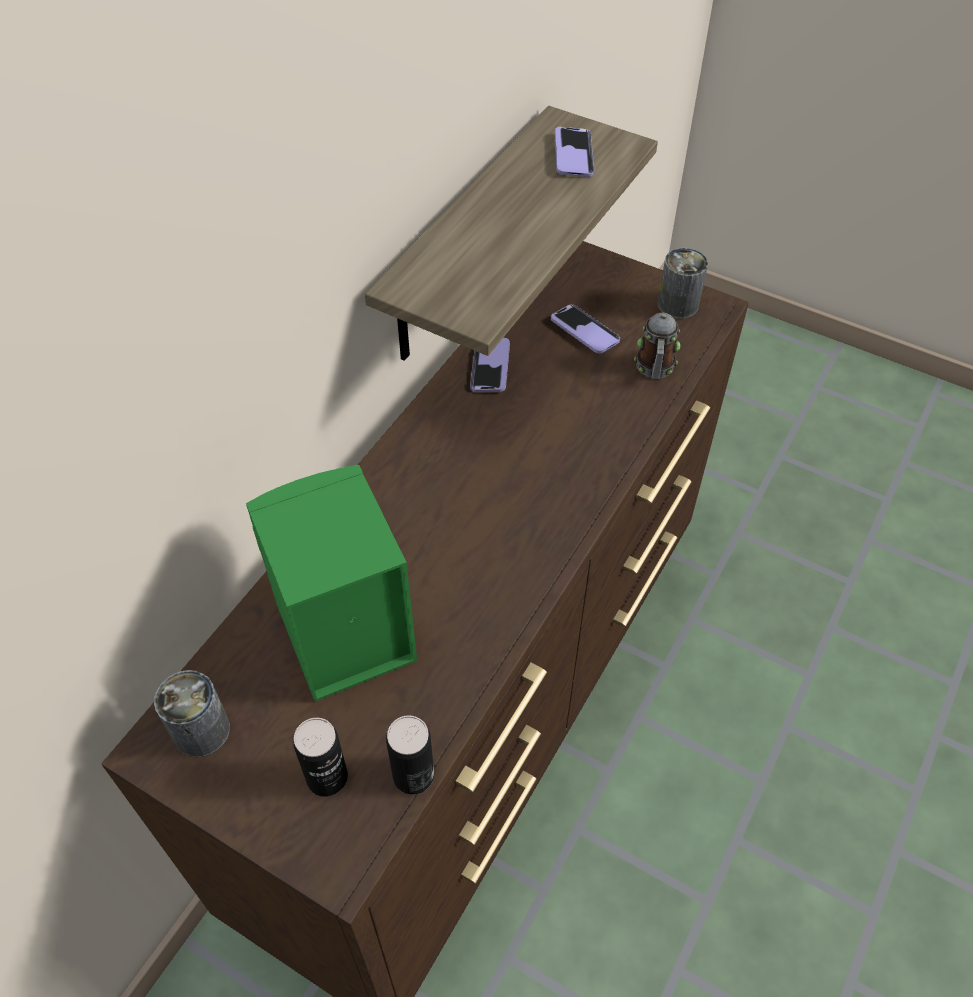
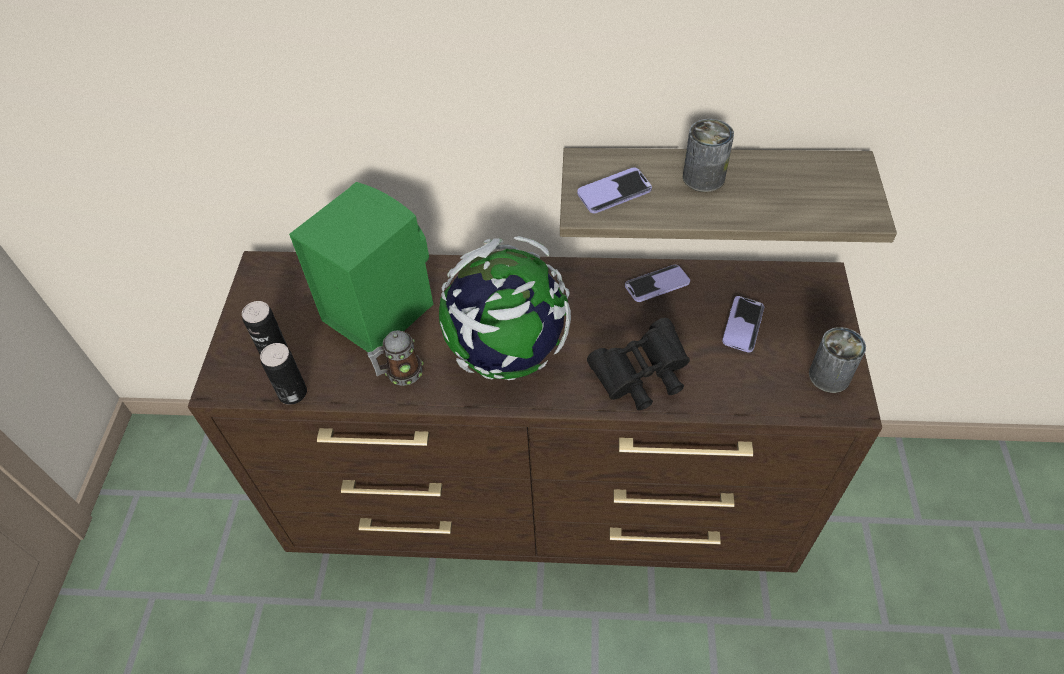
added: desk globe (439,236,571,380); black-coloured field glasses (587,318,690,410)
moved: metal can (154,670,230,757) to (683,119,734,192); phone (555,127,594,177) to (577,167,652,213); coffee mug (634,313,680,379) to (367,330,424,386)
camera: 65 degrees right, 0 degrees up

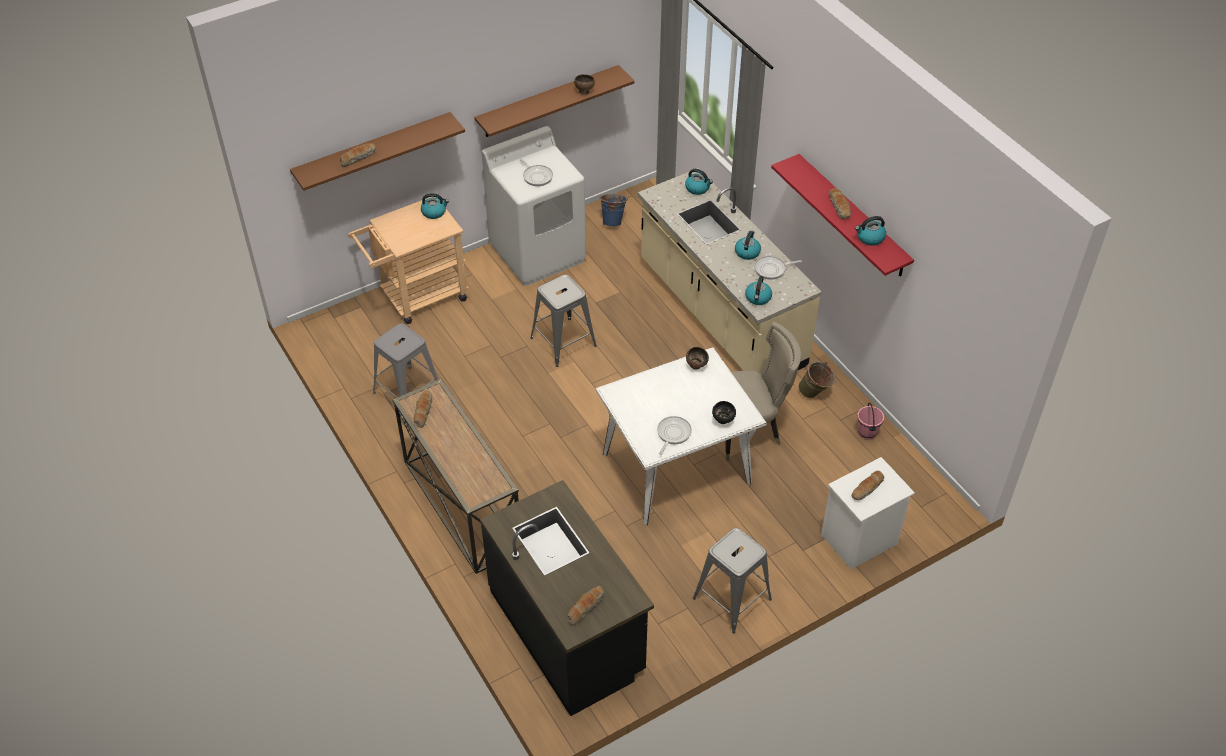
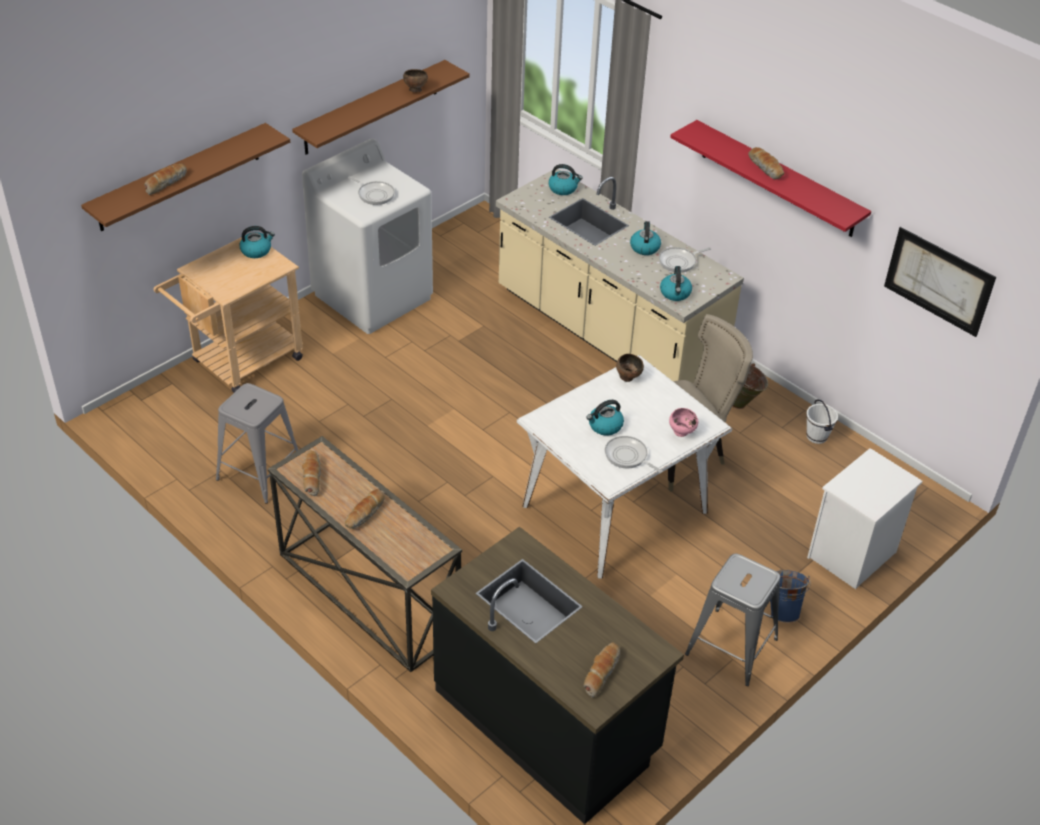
removed: greyish stool seat (530,275,597,367)
added: picture (884,227,996,337)
moved: blue-coloured bucket (599,194,628,227) to (770,570,811,623); bread (852,471,884,500) to (345,489,385,529); kettle (855,216,886,246) to (587,400,624,436)
recoloured: black-coloured bowl (712,401,736,424) to pink bowl (669,408,698,437); pink bucket (857,403,884,439) to white bucket (806,399,838,444)
turned: pan (657,416,692,455) = (605,436,662,473) 60 degrees counterclockwise
camera: 15 degrees left, 5 degrees down

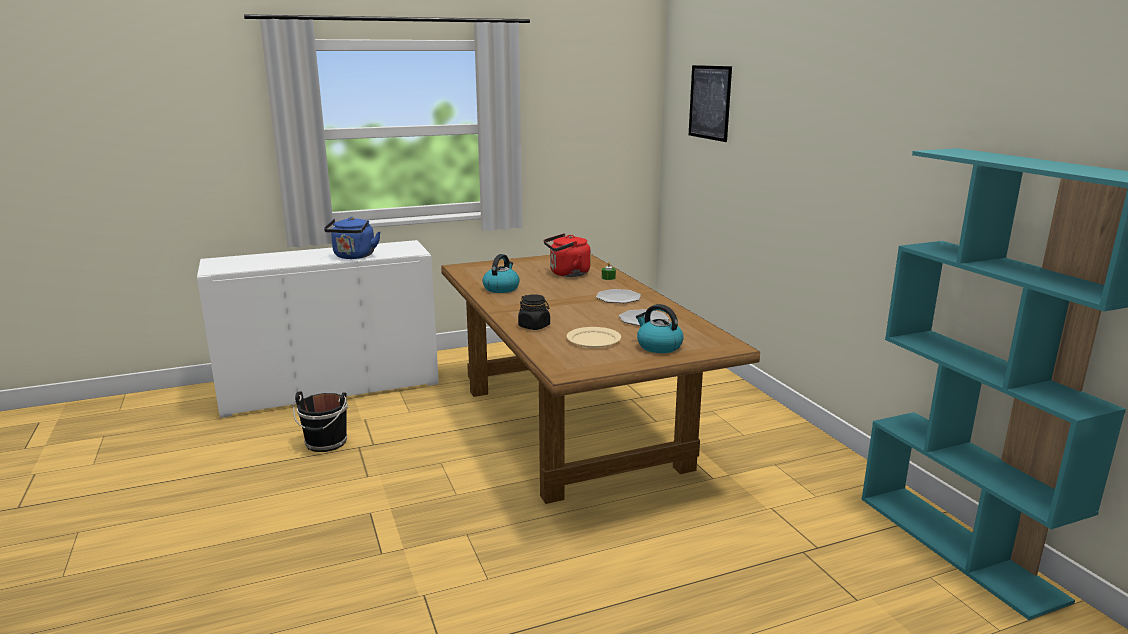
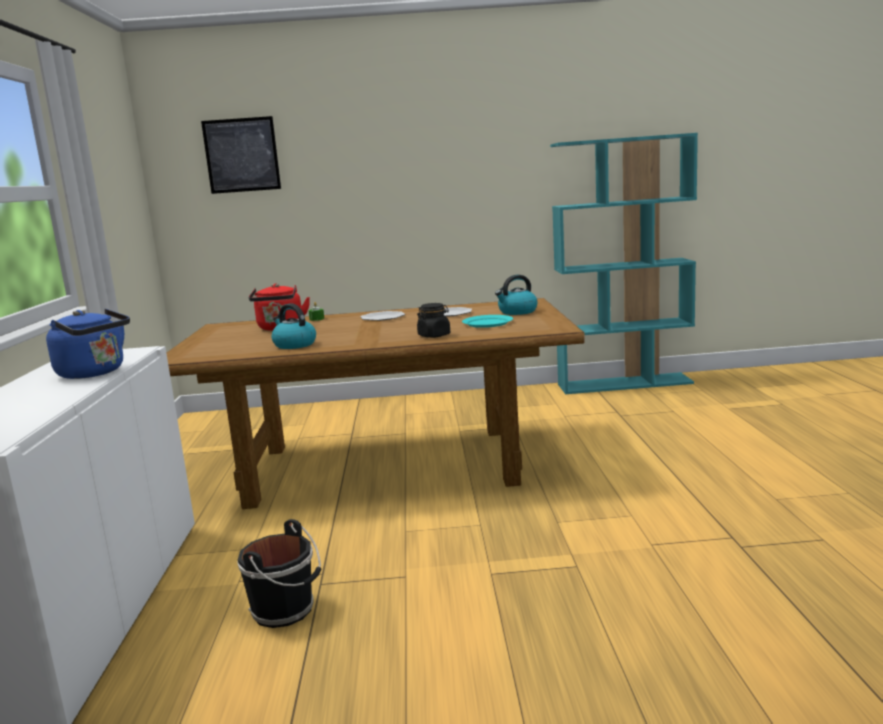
recoloured: sand-coloured dinner plate (566,327,621,348) to blue-green dinner plate (462,315,513,328)
camera: 70 degrees left, 5 degrees down

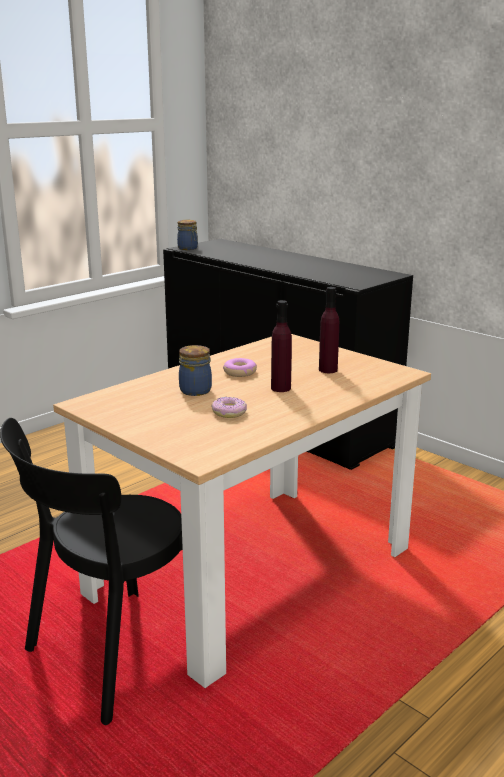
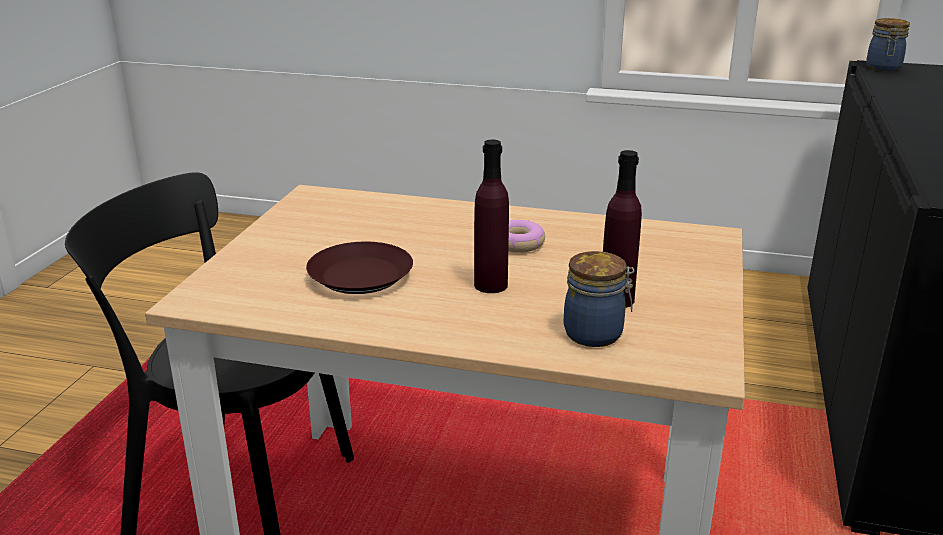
moved: storage jar (179,345,212,396) to (564,251,634,347)
replaced: doughnut (211,397,247,418) to brownish dinner plate (306,242,413,294)
camera: 60 degrees right, 5 degrees up

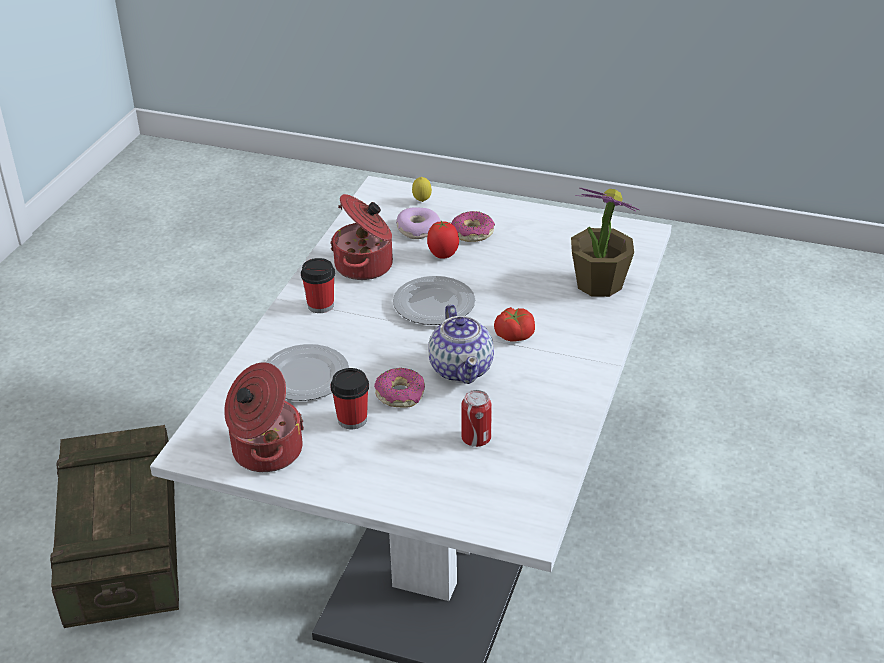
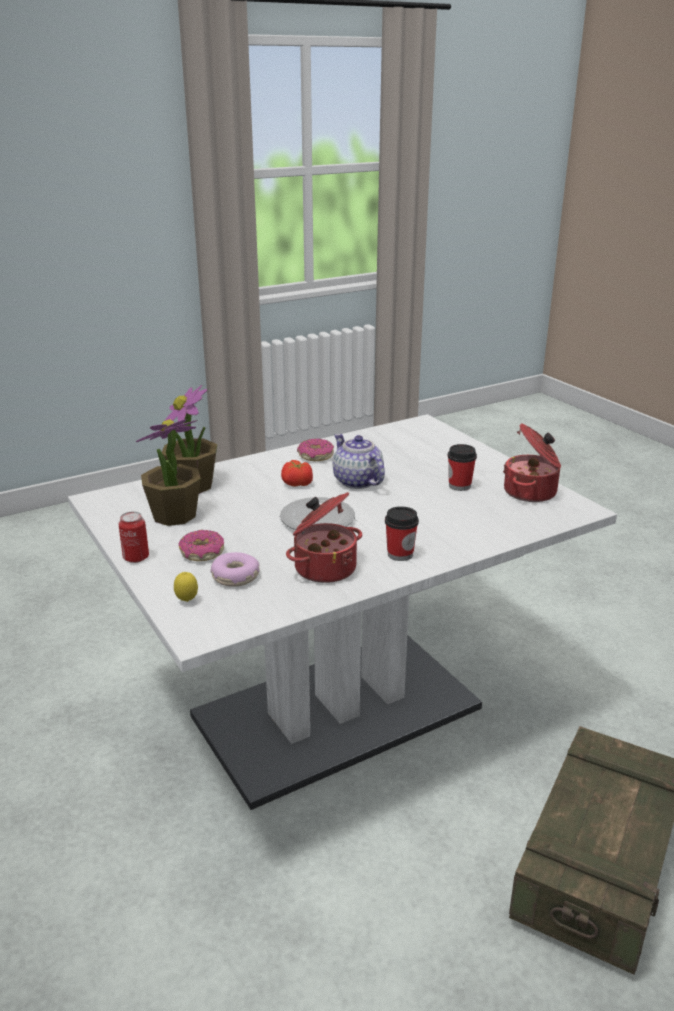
removed: dinner plate (265,344,349,401); tomato (427,221,459,259)
added: potted plant (136,419,201,526)
moved: doughnut (374,368,425,408) to (297,439,334,461); metal can (461,390,491,447) to (119,512,149,563)
turned: teapot (428,304,494,384) = (333,434,385,489) 60 degrees counterclockwise
camera: 140 degrees left, 10 degrees down

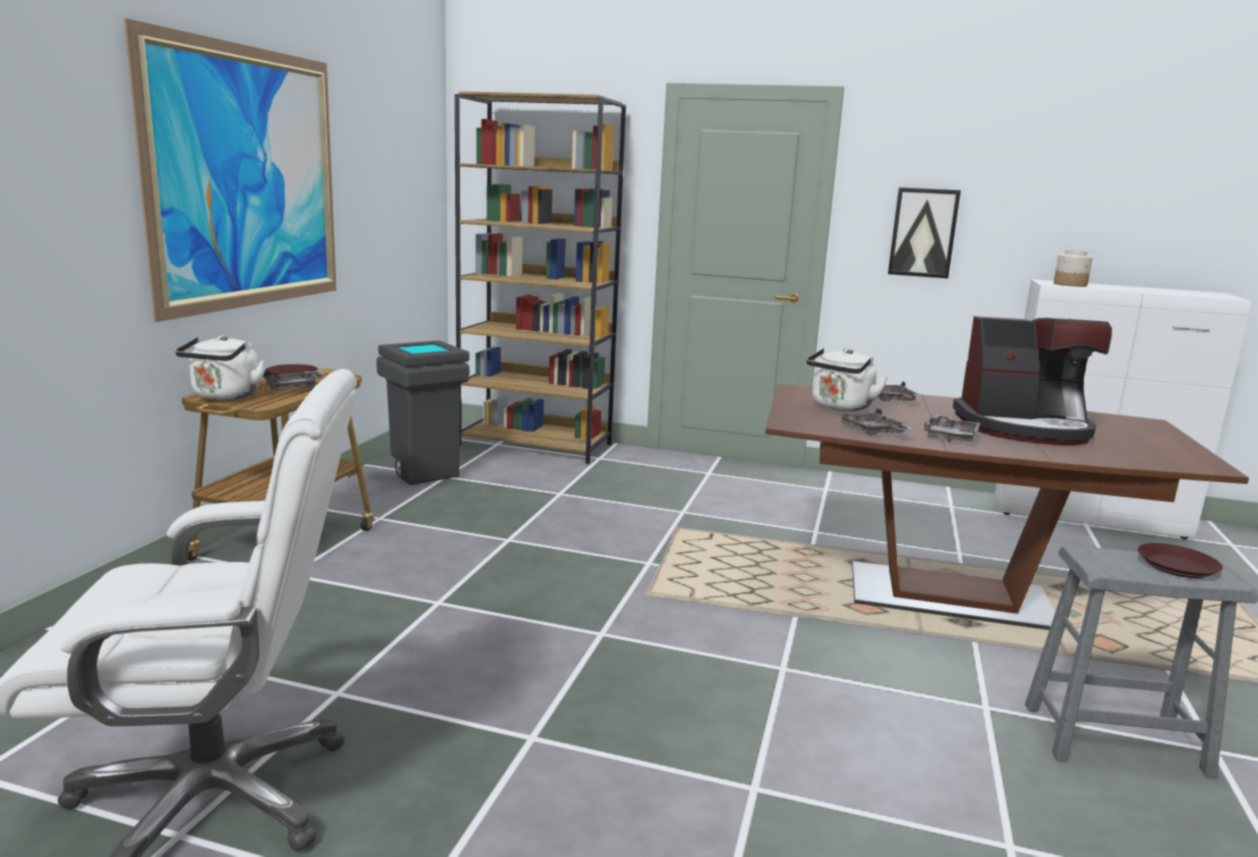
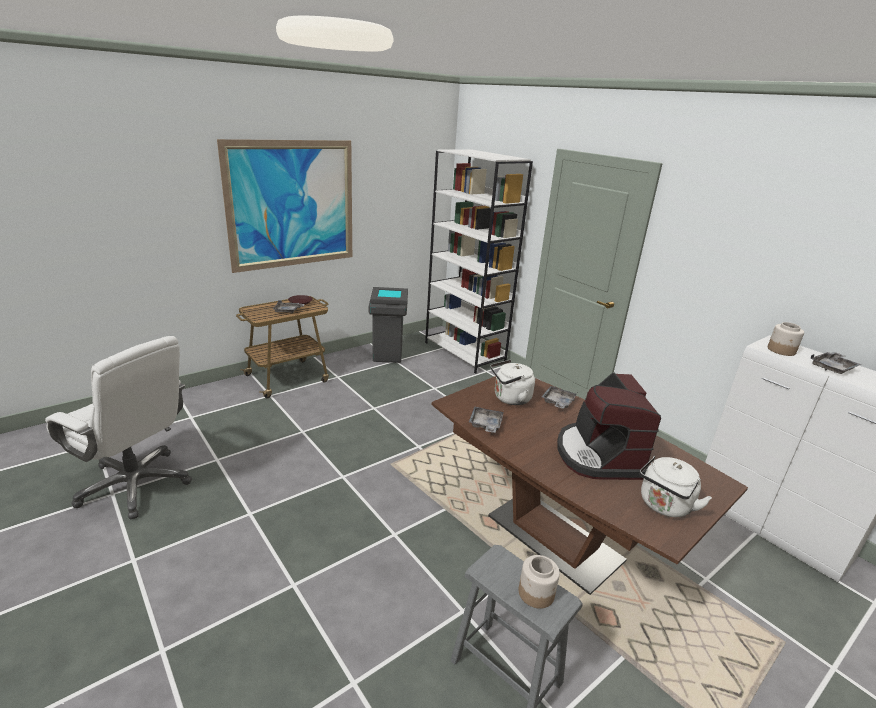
removed: picture (888,187,961,278)
moved: white kettle (175,335,266,400) to (640,456,712,517); greyish carrying tray (925,414,980,442) to (811,352,861,374)
replaced: brownish dinner plate (1138,543,1223,578) to storage jar (519,555,560,609)
recoloured: brownish bookshelf (455,91,626,464) to white bookshelf (425,149,533,374)
turned: coffee machine (953,316,1112,445) = (557,372,661,480) 45 degrees clockwise
camera: 35 degrees right, 10 degrees up

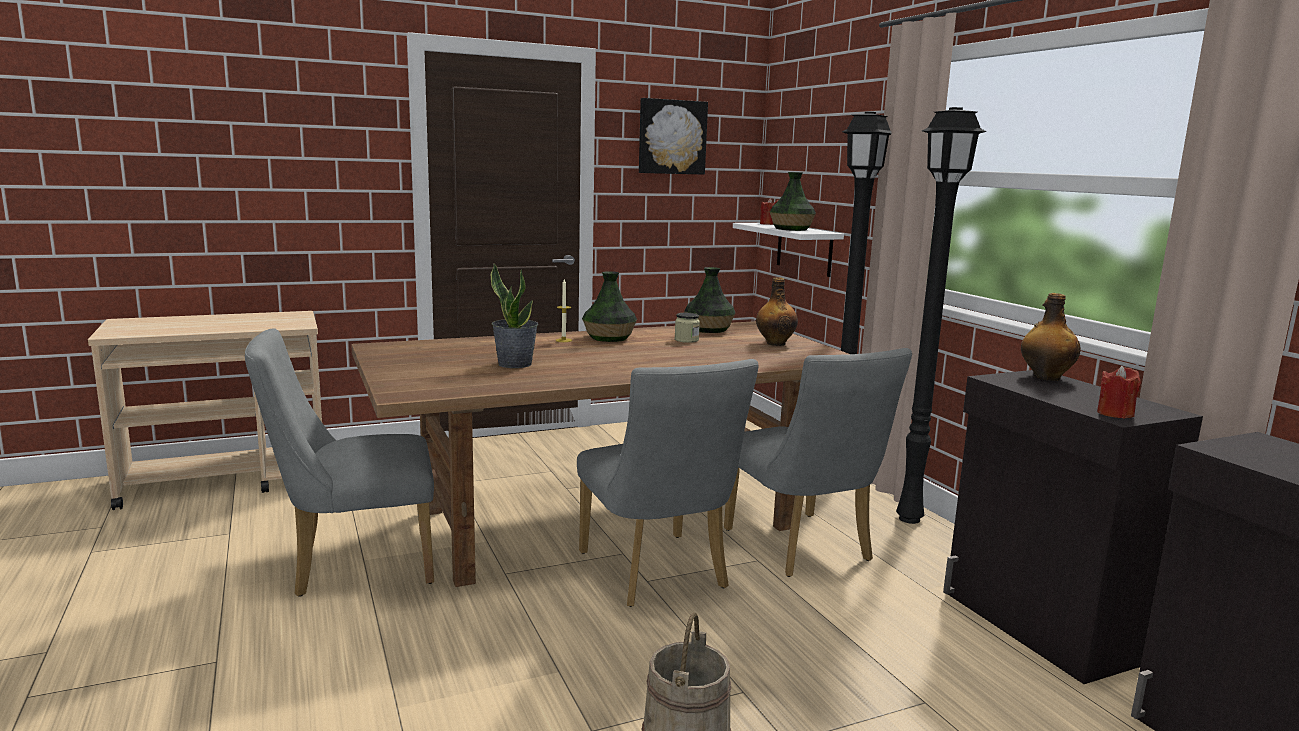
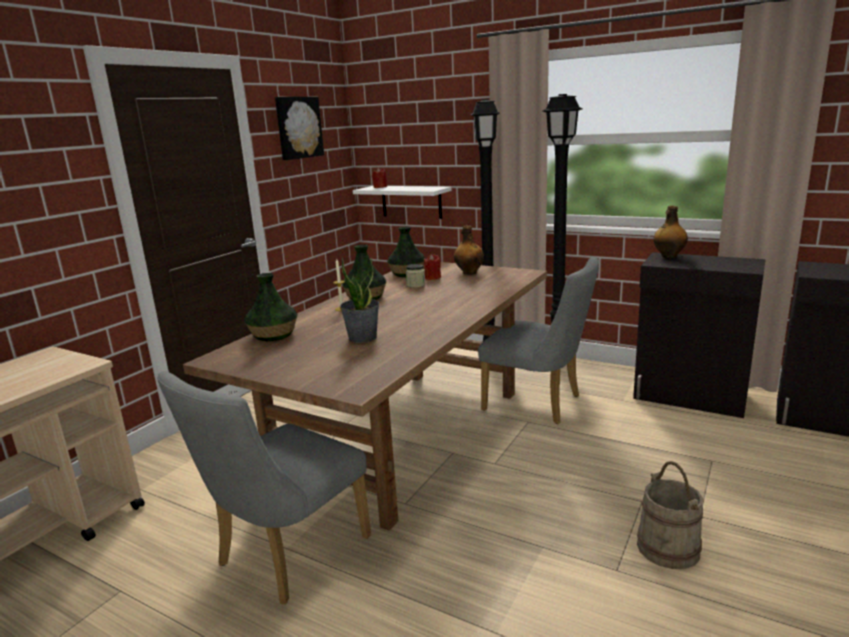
removed: greyish upright chair (577,359,759,607)
moved: flower vase (770,172,816,231) to (244,273,298,342); red-coloured wax light (1097,366,1141,419) to (424,254,441,280)
camera: 35 degrees left, 5 degrees up

